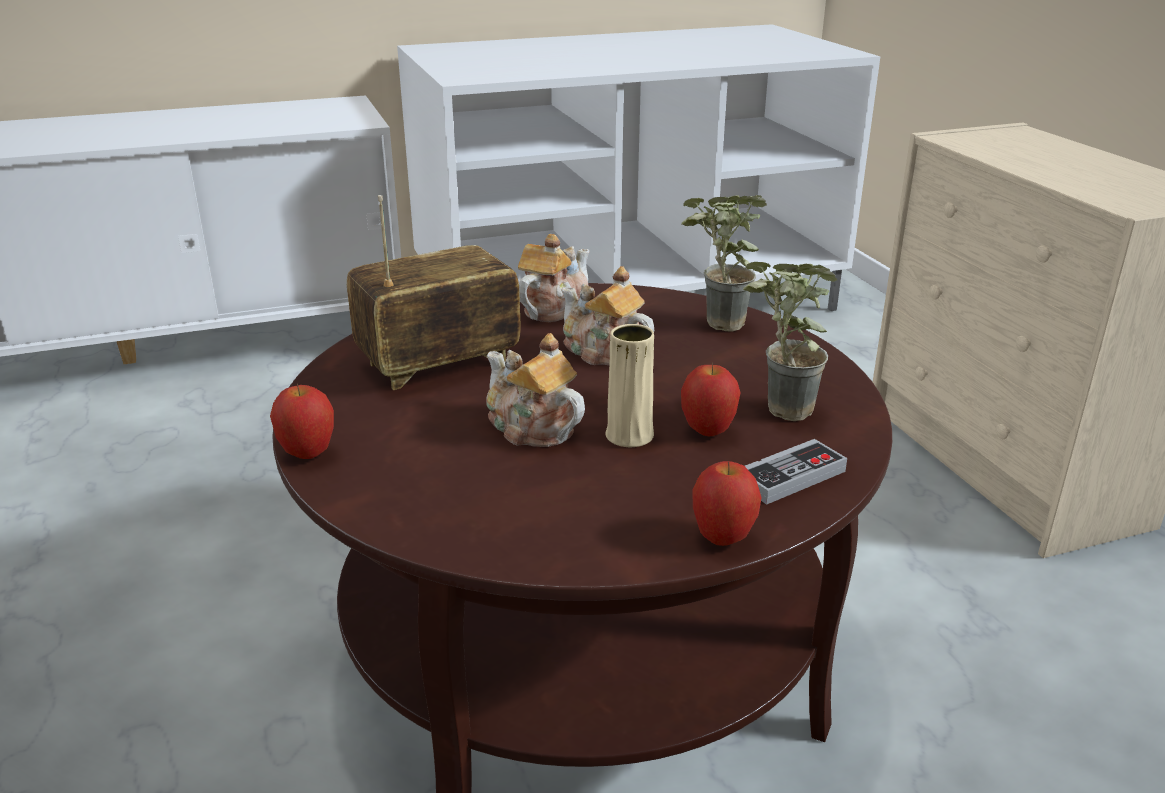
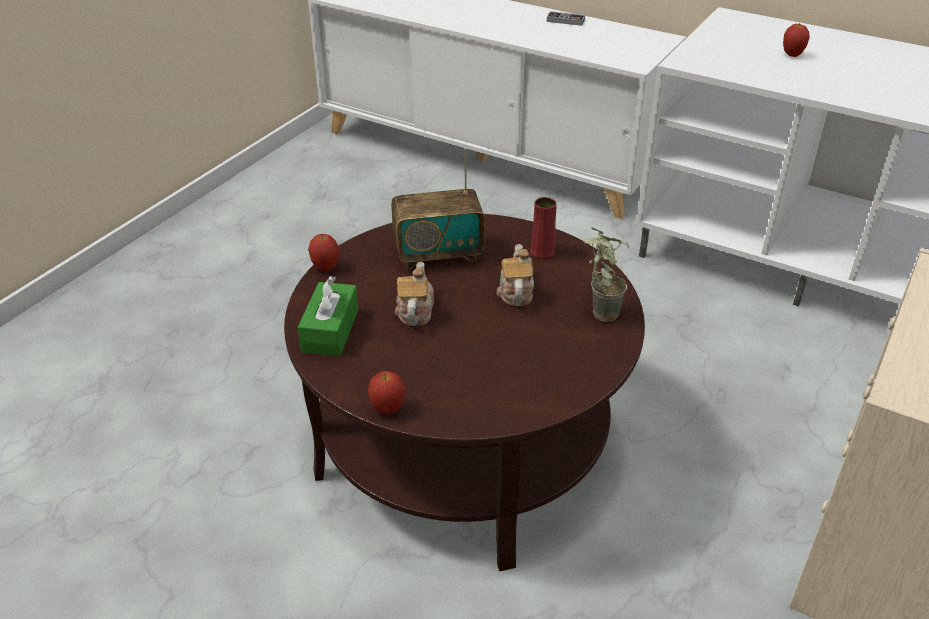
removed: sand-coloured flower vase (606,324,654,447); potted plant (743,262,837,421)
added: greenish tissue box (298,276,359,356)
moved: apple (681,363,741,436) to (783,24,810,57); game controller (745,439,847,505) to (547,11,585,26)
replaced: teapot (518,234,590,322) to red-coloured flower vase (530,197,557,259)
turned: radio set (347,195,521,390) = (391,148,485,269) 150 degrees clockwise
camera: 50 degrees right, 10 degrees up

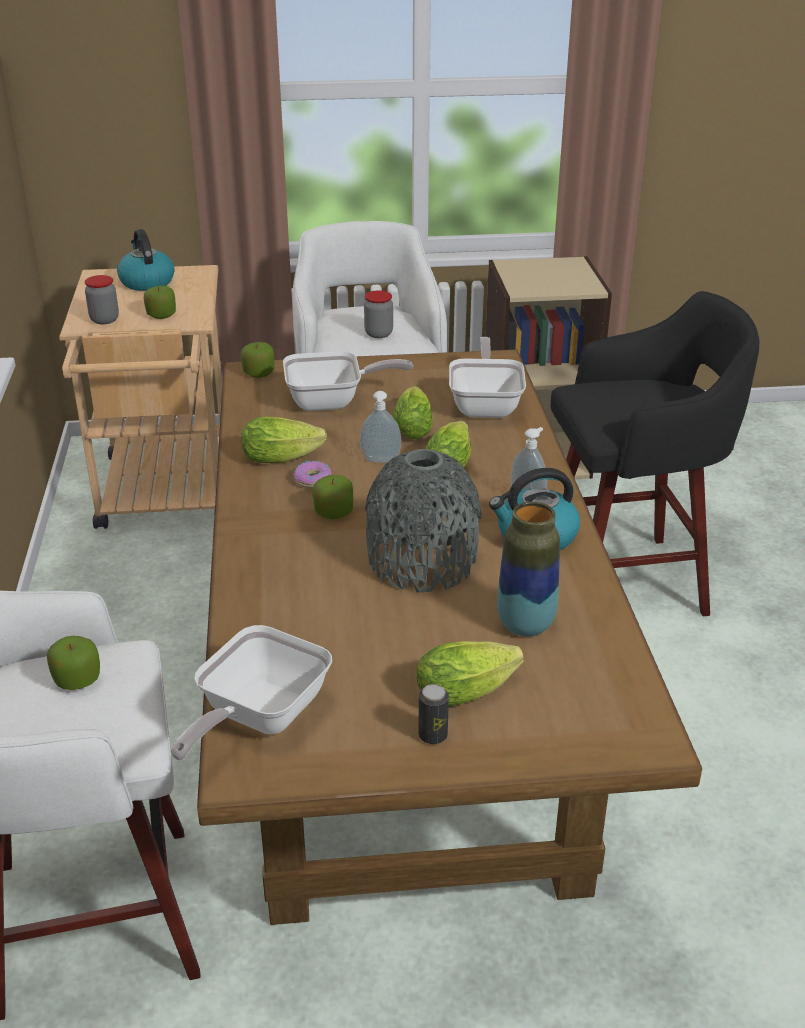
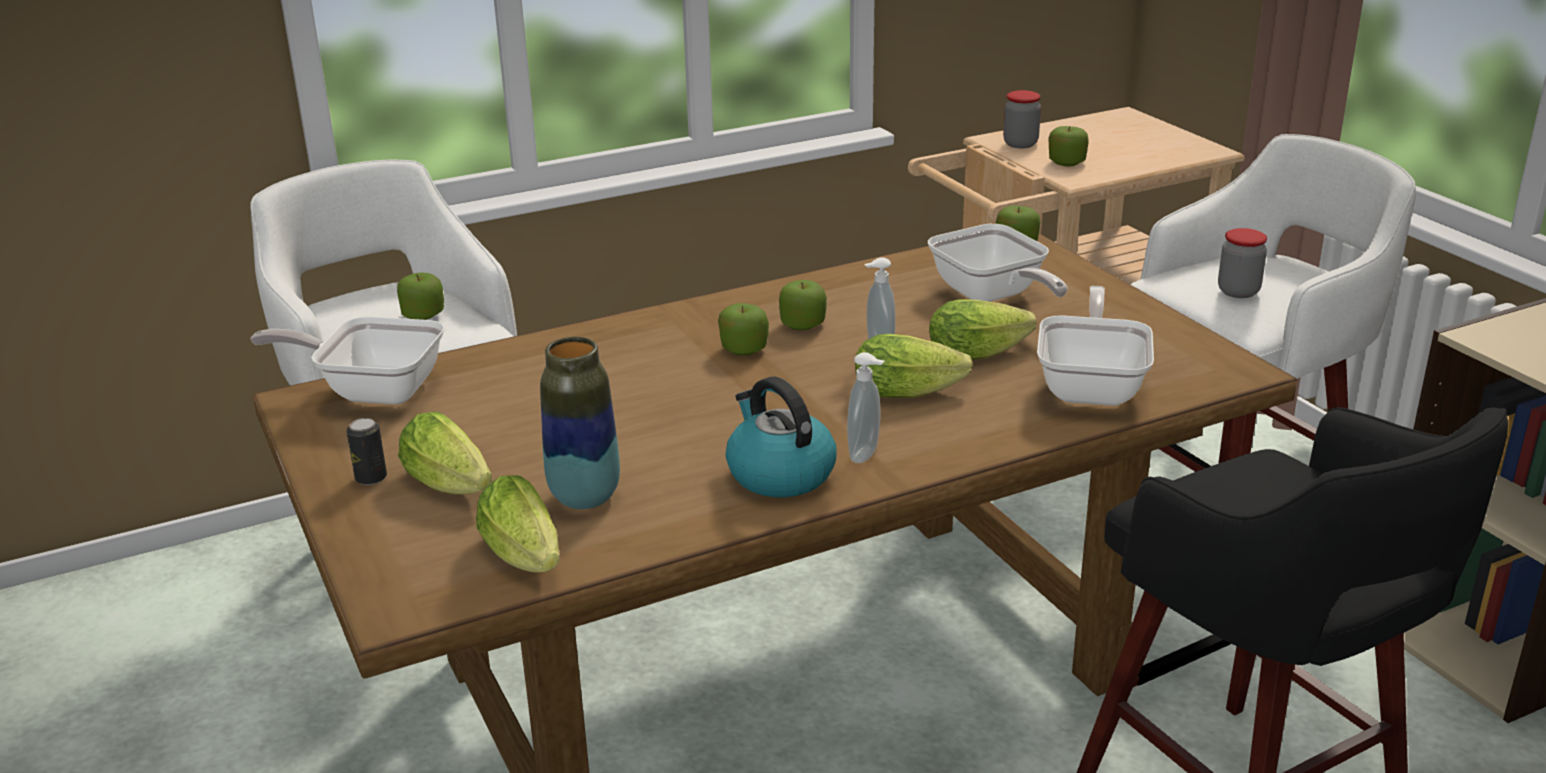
removed: kettle (117,229,175,291); greyish flower vase (365,449,482,592)
moved: lettuce (241,417,327,463) to (476,475,559,573)
replaced: doughnut (293,461,332,488) to apple (779,280,827,330)
turned: pan (449,337,526,418) = (1037,286,1154,406) 60 degrees counterclockwise
camera: 70 degrees right, 5 degrees down

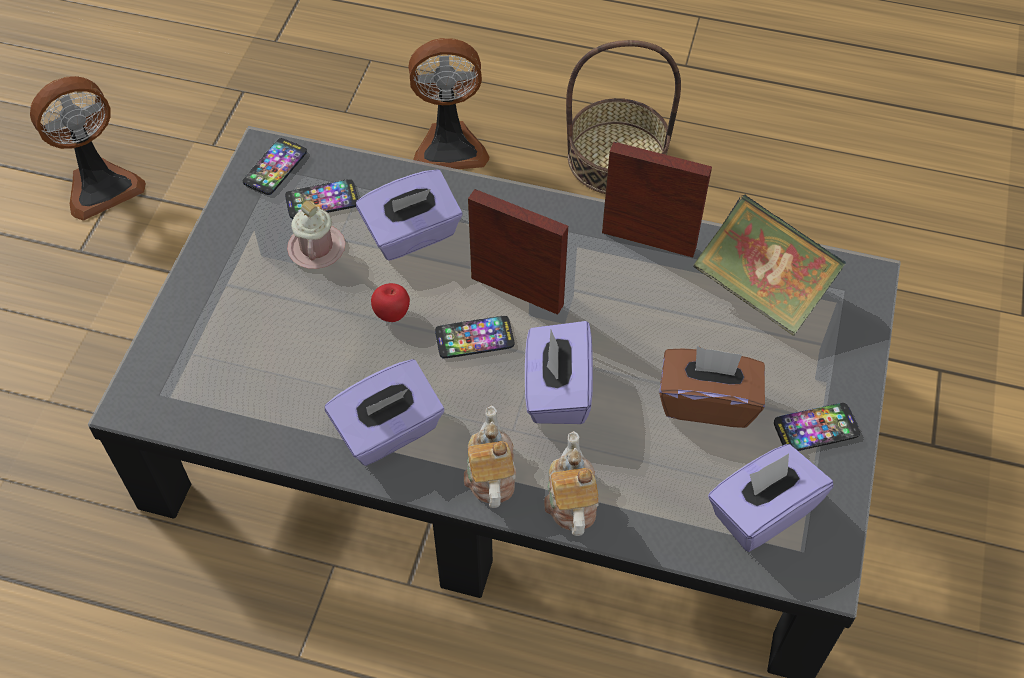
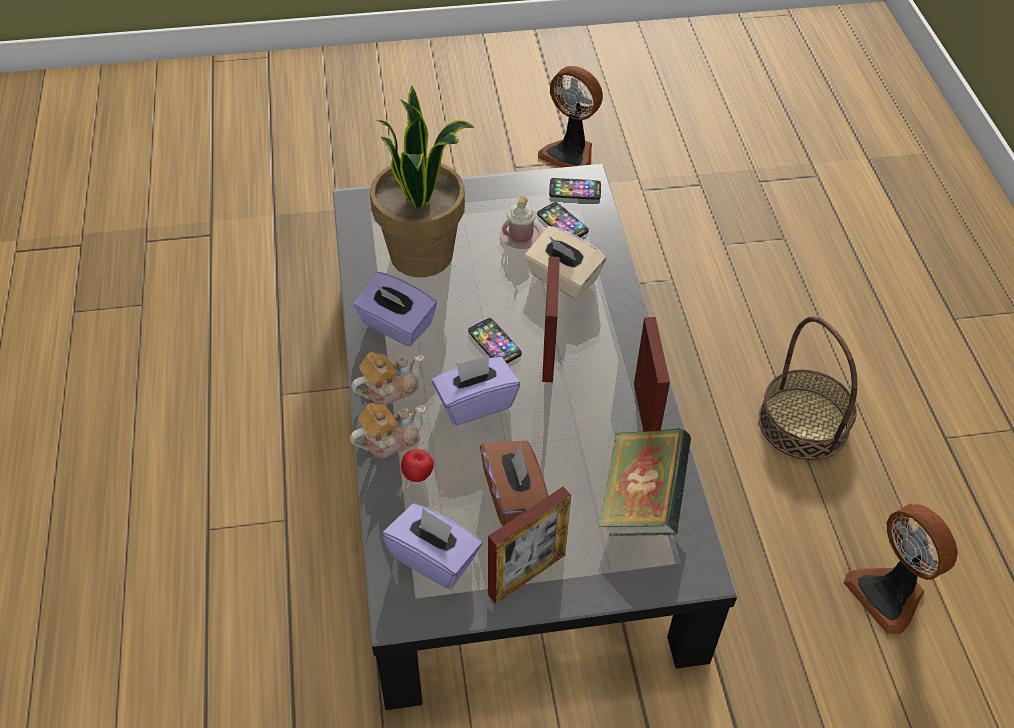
added: potted plant (370,85,474,277)
moved: apple (371,283,410,322) to (401,449,434,482); fan (408,38,489,169) to (843,504,958,634)
replaced: phone (774,403,860,451) to standing frame (488,487,571,604)
recoloured: purple tissue box (356,169,462,261) to sand-coloured tissue box (525,226,606,299)
camera: 65 degrees right, 5 degrees down

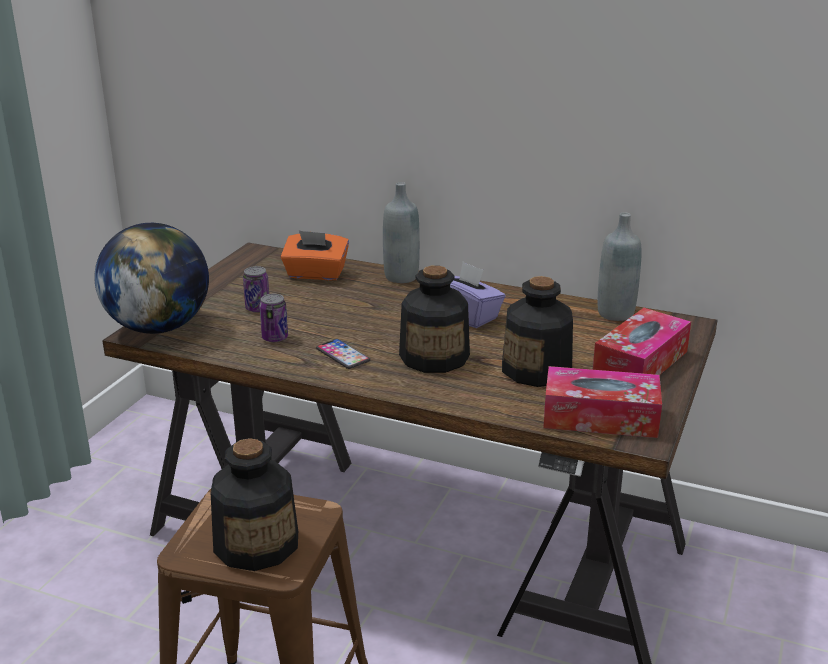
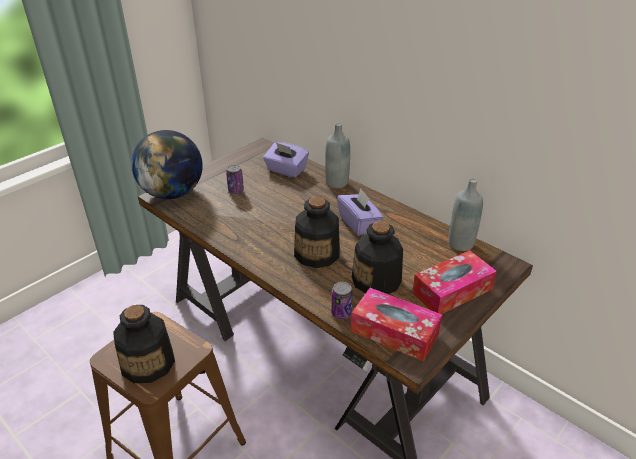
removed: phone (316,339,370,369)
moved: metal can (259,294,288,342) to (331,282,353,319)
recoloured: orange-coloured tissue box (281,230,349,280) to purple tissue box (263,142,309,178)
camera: 20 degrees right, 10 degrees up

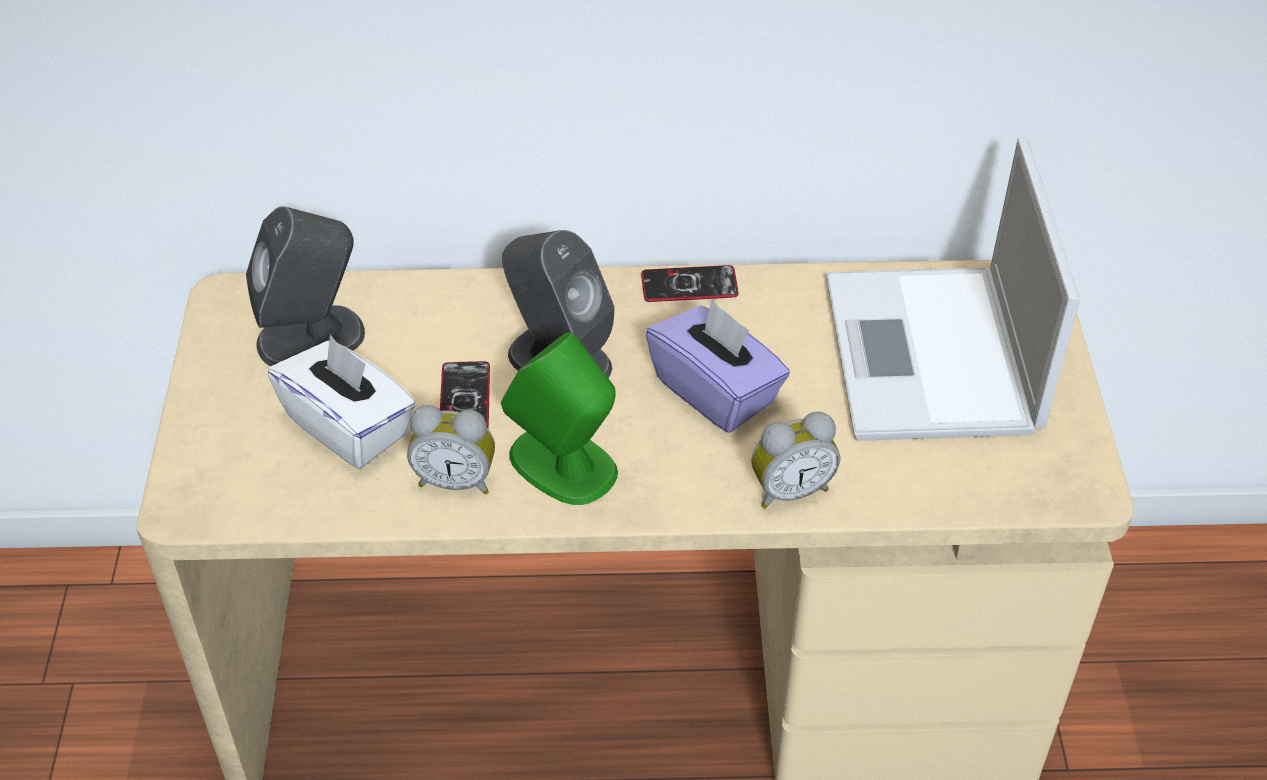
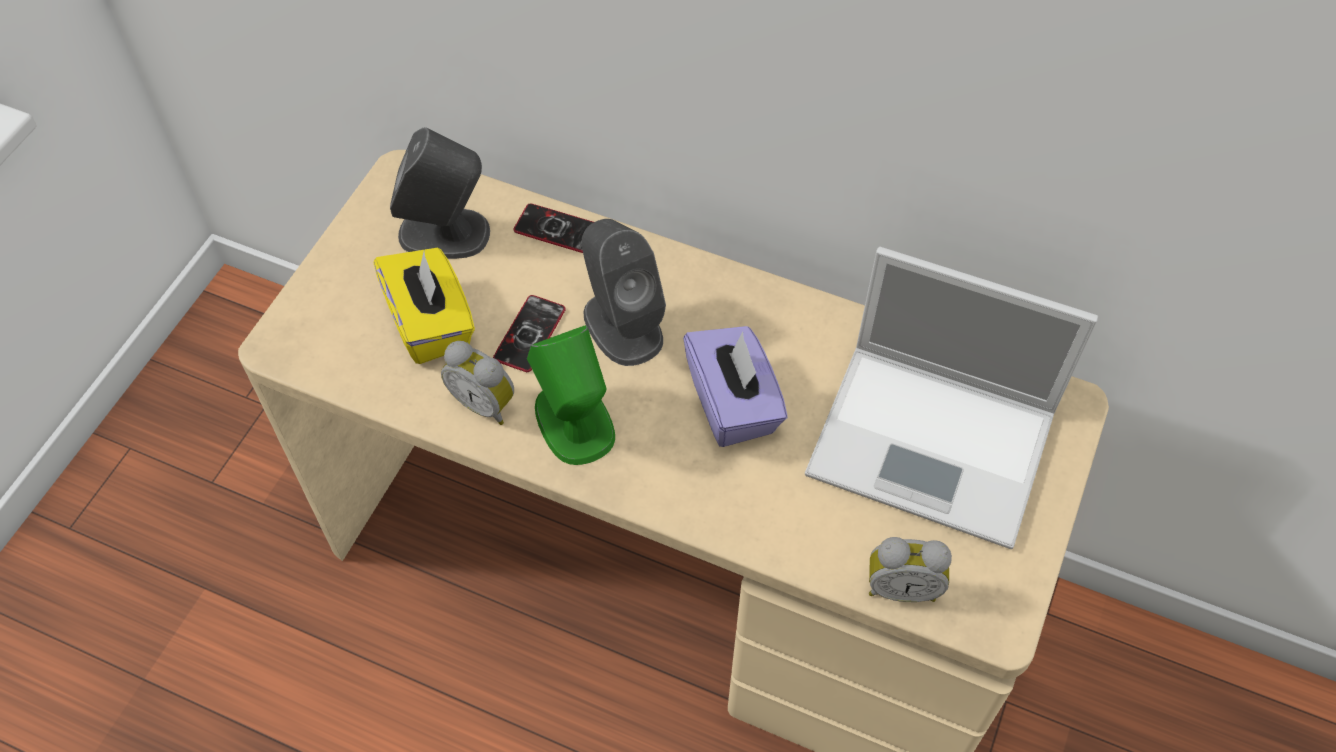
moved: phone (641,265,739,302) to (514,203,594,253); bedside clock (751,411,840,509) to (869,537,952,602)
recoloured: white tissue box (268,334,416,469) to yellow tissue box (374,248,475,364)
turned: notebook computer (826,137,1080,441) = (805,247,1098,549) 90 degrees counterclockwise
camera: 25 degrees right, 10 degrees up

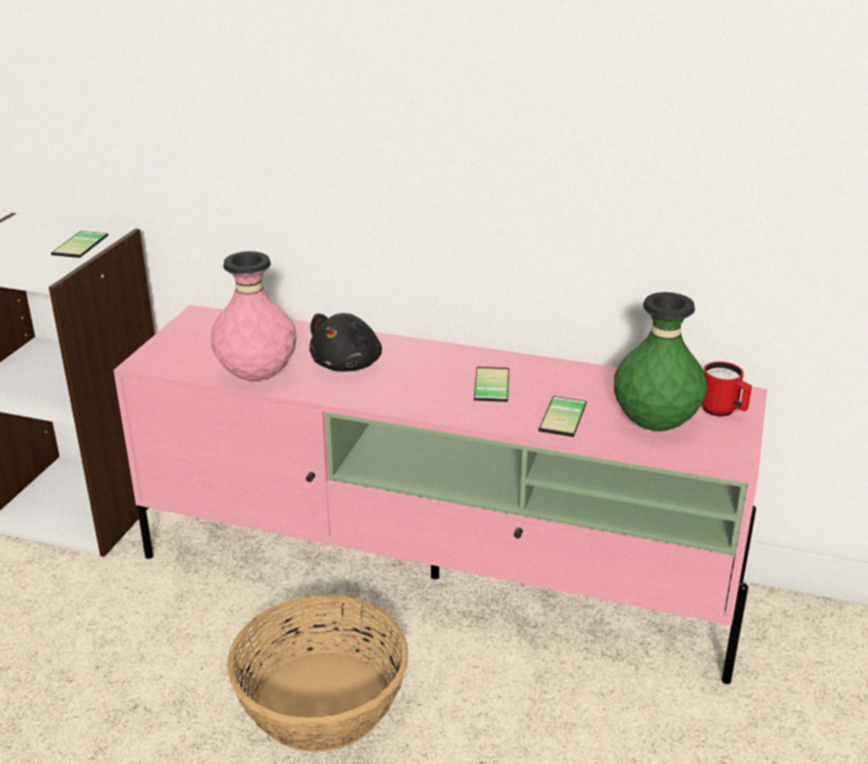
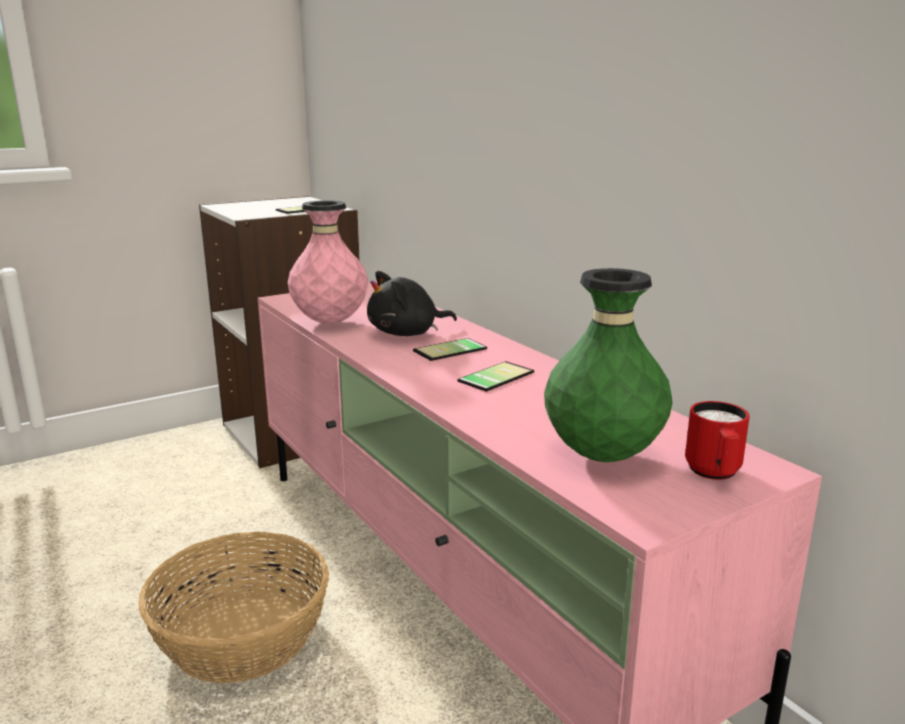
moved: phone (538,396,587,437) to (413,338,487,361)
camera: 40 degrees right, 10 degrees down

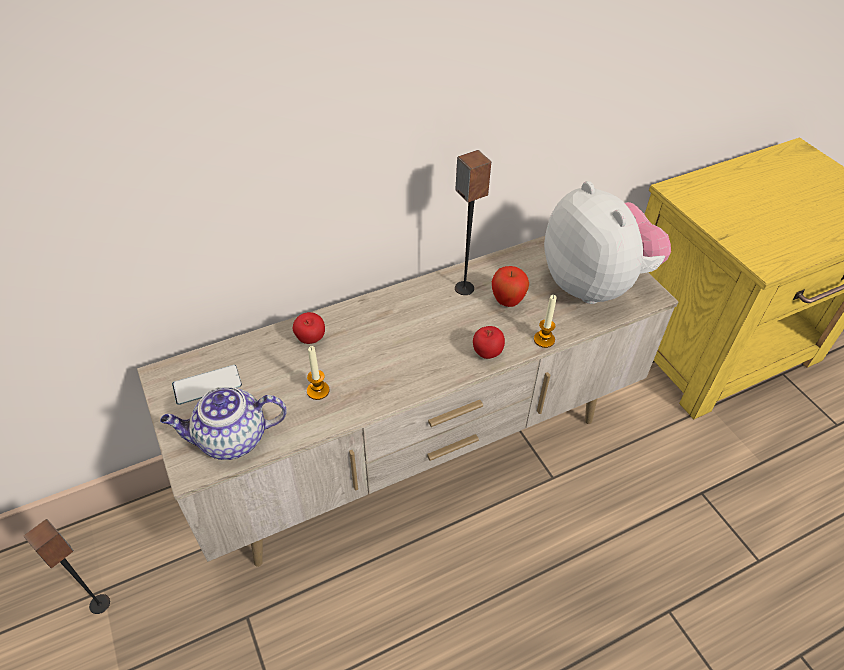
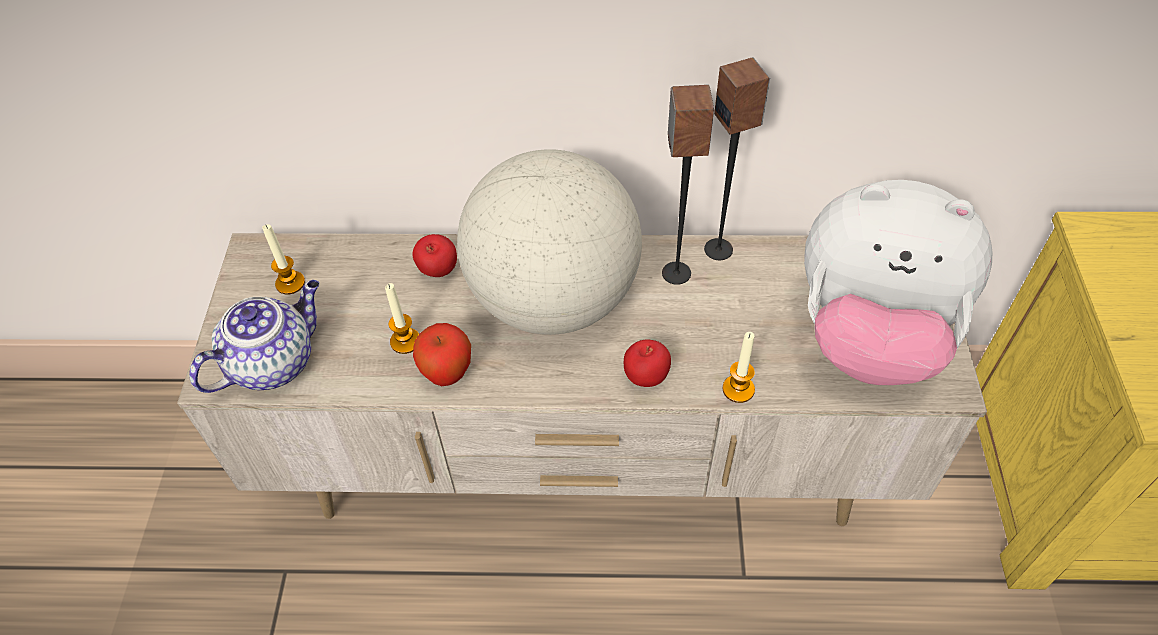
added: desk globe (457,149,642,335)
moved: speaker (24,519,110,614) to (704,57,770,260); apple (492,266,529,307) to (413,323,471,386)
replaced: phone (172,365,242,405) to wax light (262,224,305,295)
turned: teapot (160,386,287,460) = (189,280,319,393) 120 degrees clockwise; plush toy (544,181,671,304) = (804,180,993,385) 105 degrees clockwise
camera: 30 degrees right, 5 degrees up

